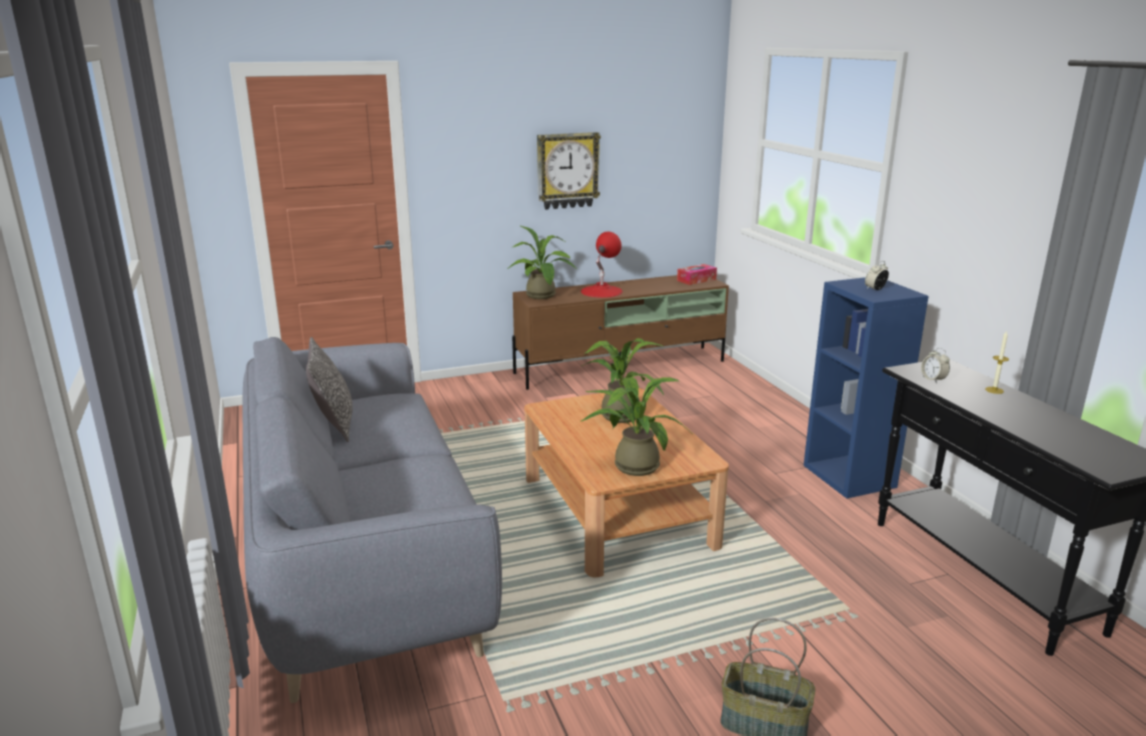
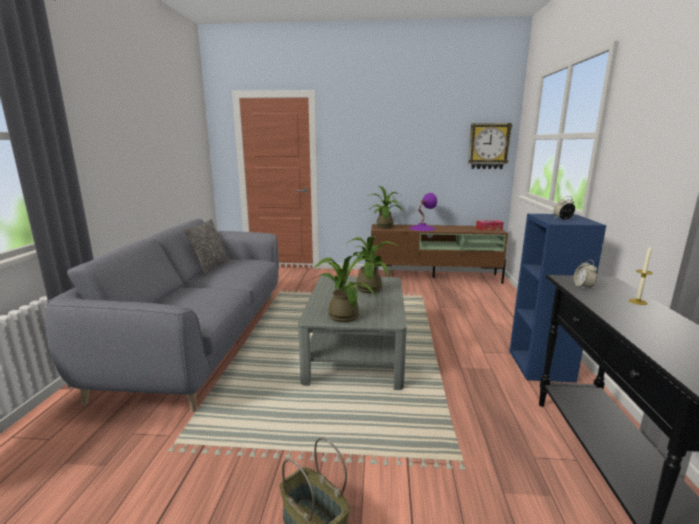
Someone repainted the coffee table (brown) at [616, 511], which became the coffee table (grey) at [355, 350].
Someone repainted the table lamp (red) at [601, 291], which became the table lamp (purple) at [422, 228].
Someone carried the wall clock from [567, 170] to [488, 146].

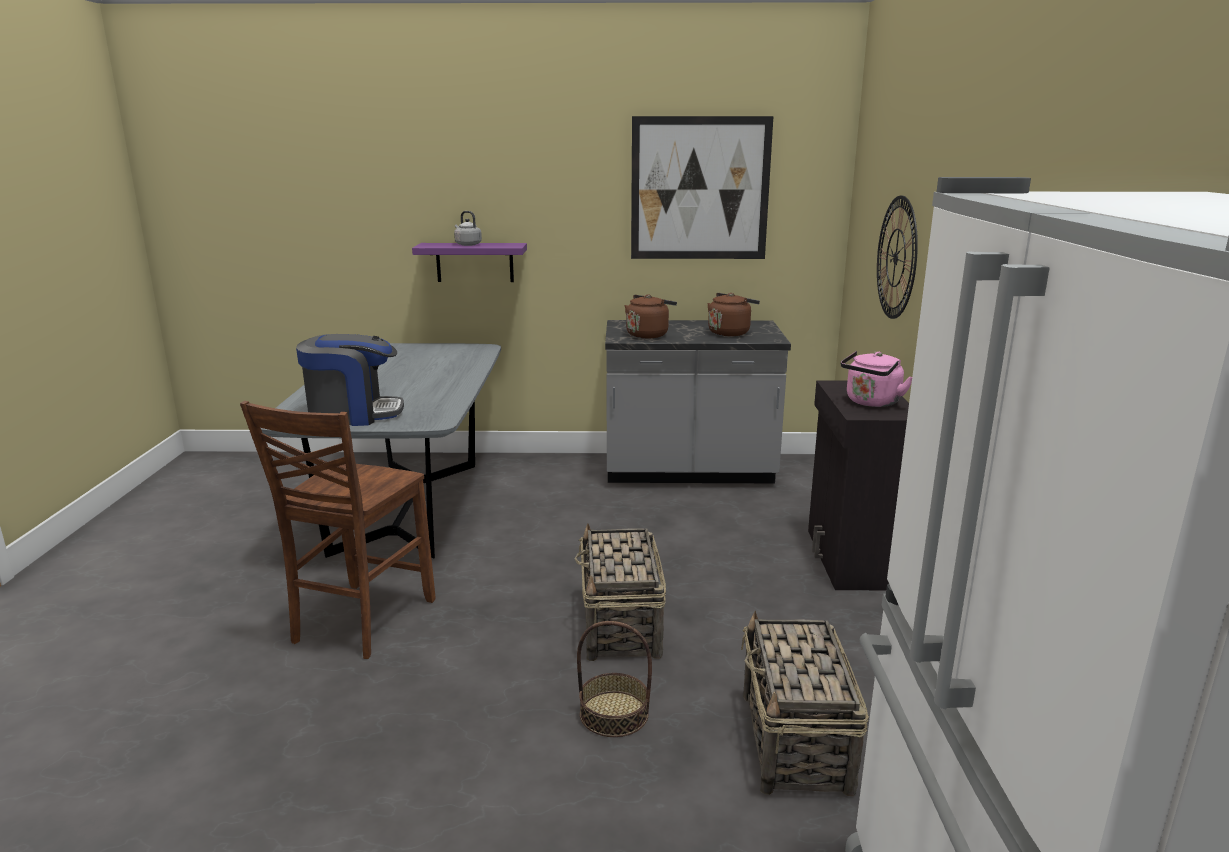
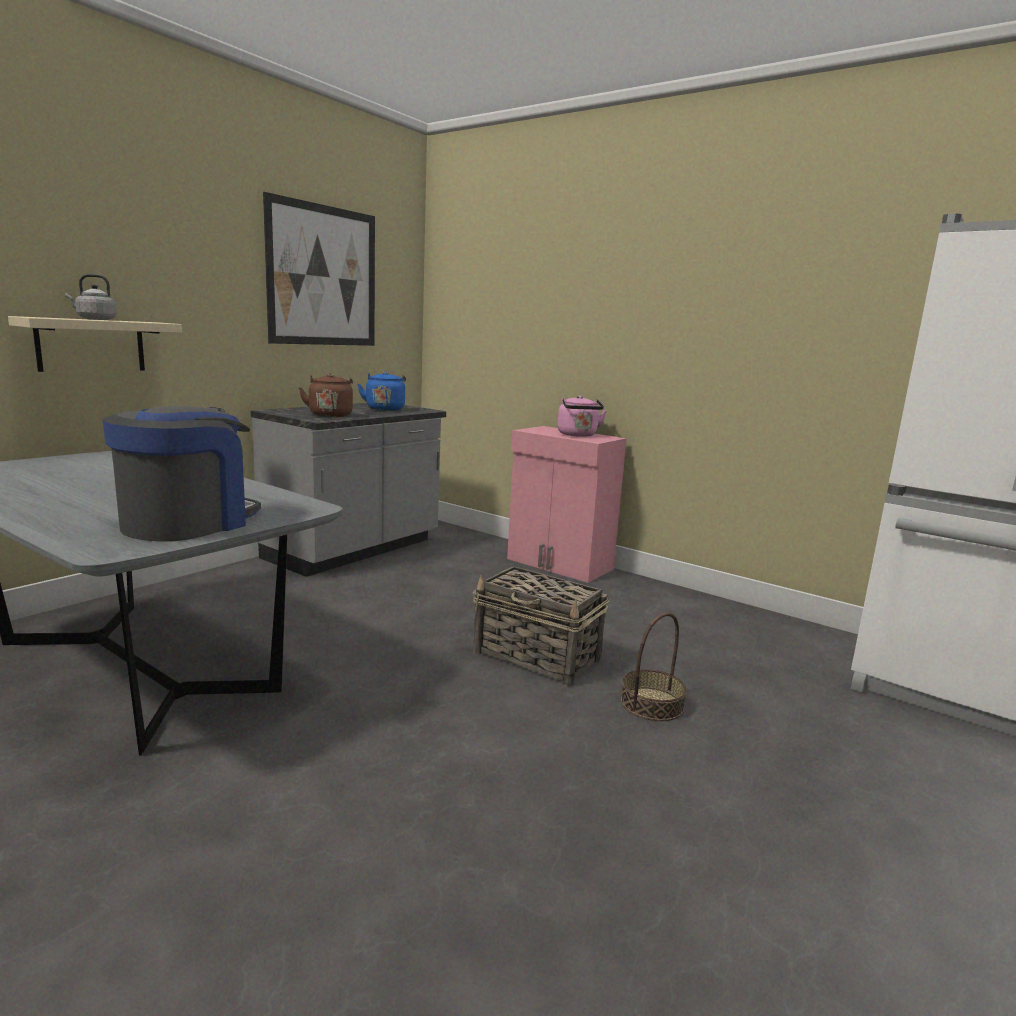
Someone repainted the shelf (purple) at [474, 262], which became the shelf (beige) at [91, 345].
Someone repainted the kettle (brown) at [730, 332], which became the kettle (blue) at [385, 409].
Someone repainted the cabinet (black) at [850, 559], which became the cabinet (pink) at [559, 564].
Someone took away the chair (brown) at [360, 621].
Someone took away the basket at [795, 743].
Someone took away the wall clock at [896, 258].

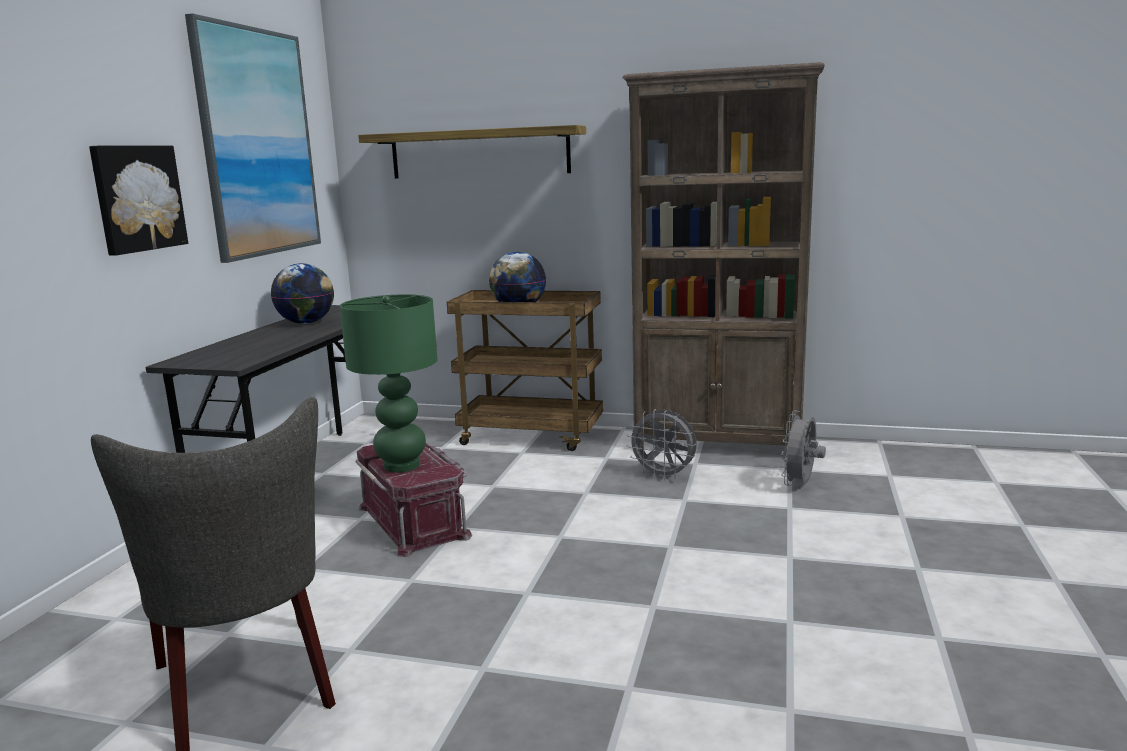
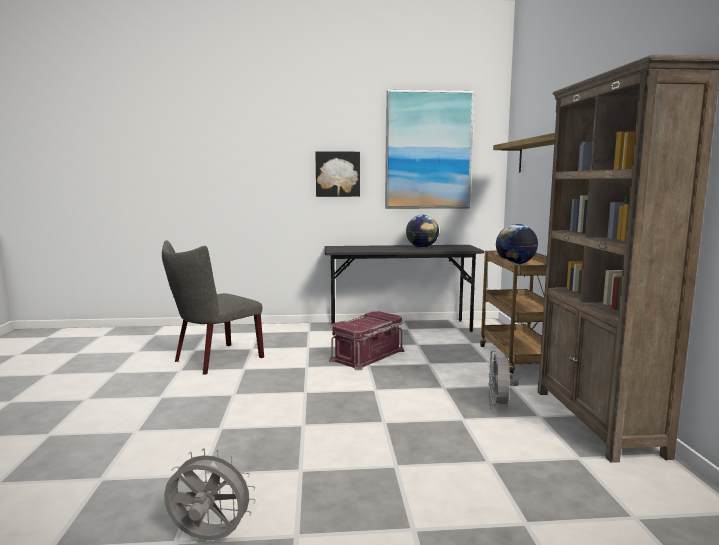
Someone carried the fan (grey) from [800, 484] to [208, 539].
Someone took away the table lamp (green) at [401, 465].

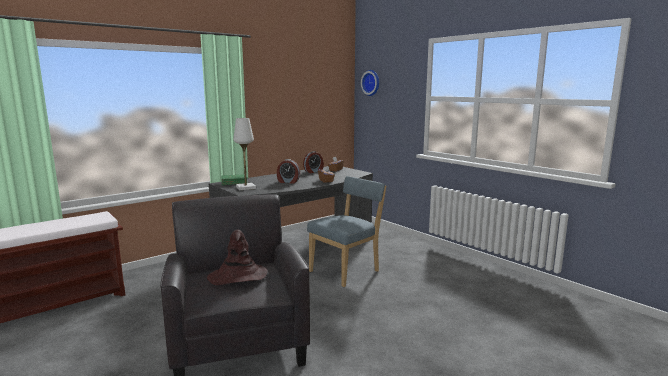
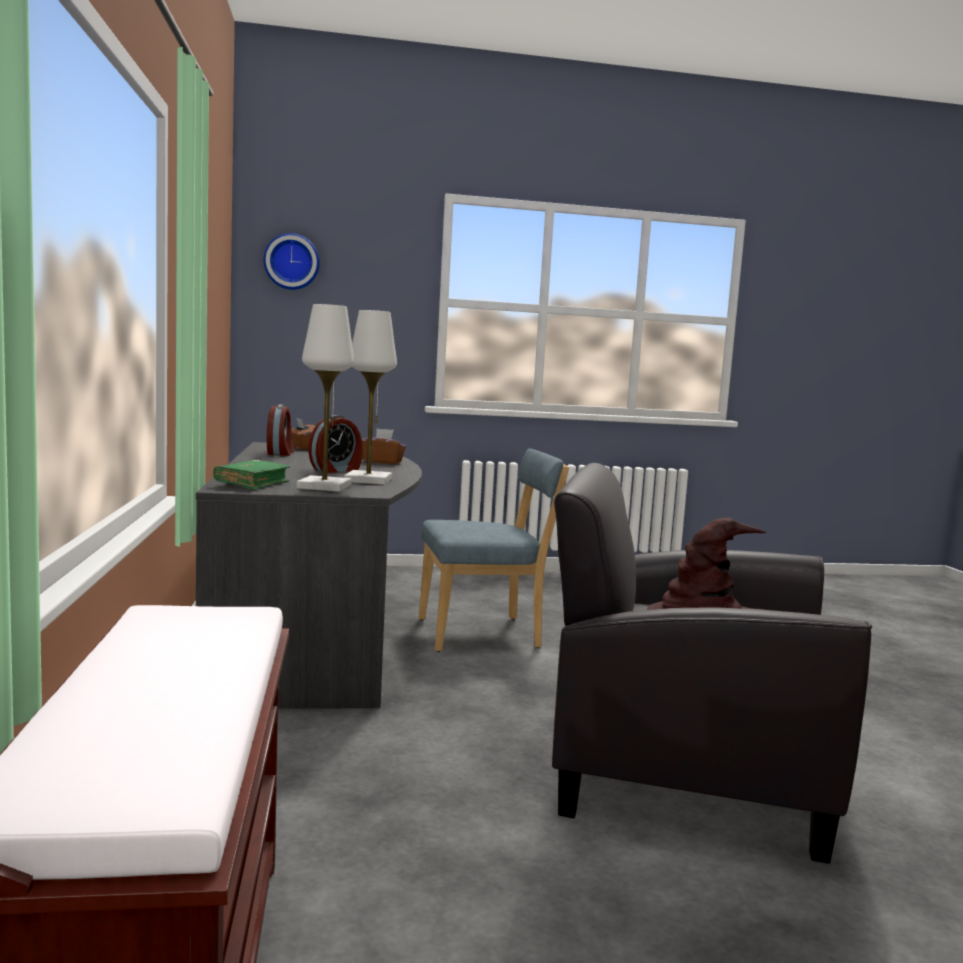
Someone put down the table lamp (white) at [368, 480].
Someone rotated the chair (blue) at [347, 271] by 90 degrees clockwise.

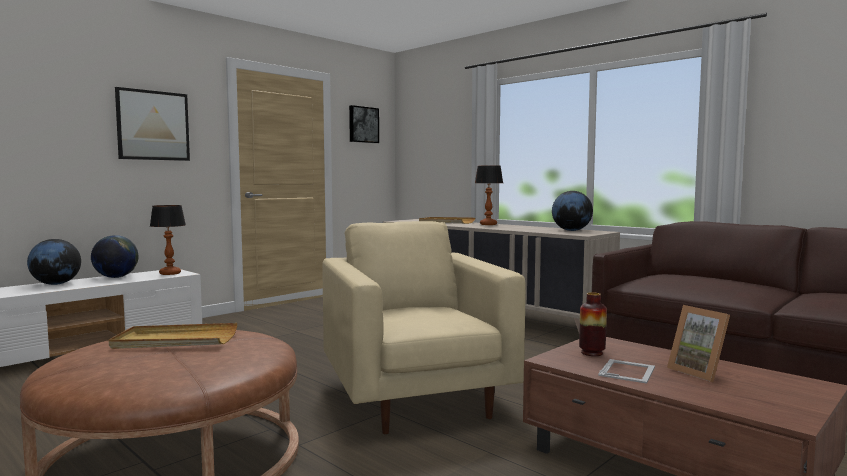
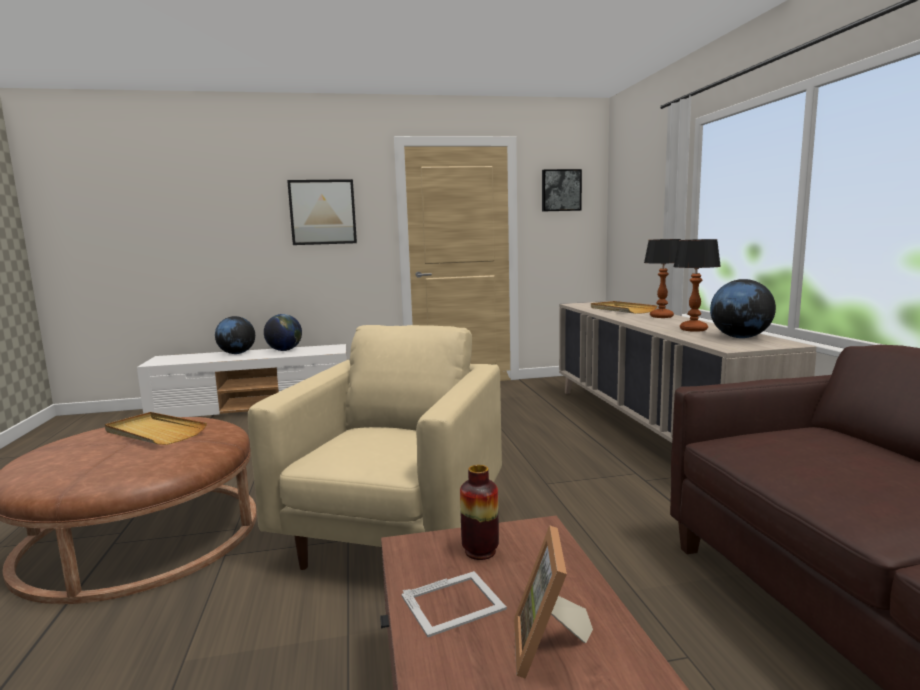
Someone carried the table lamp from [170, 273] to [694, 329].

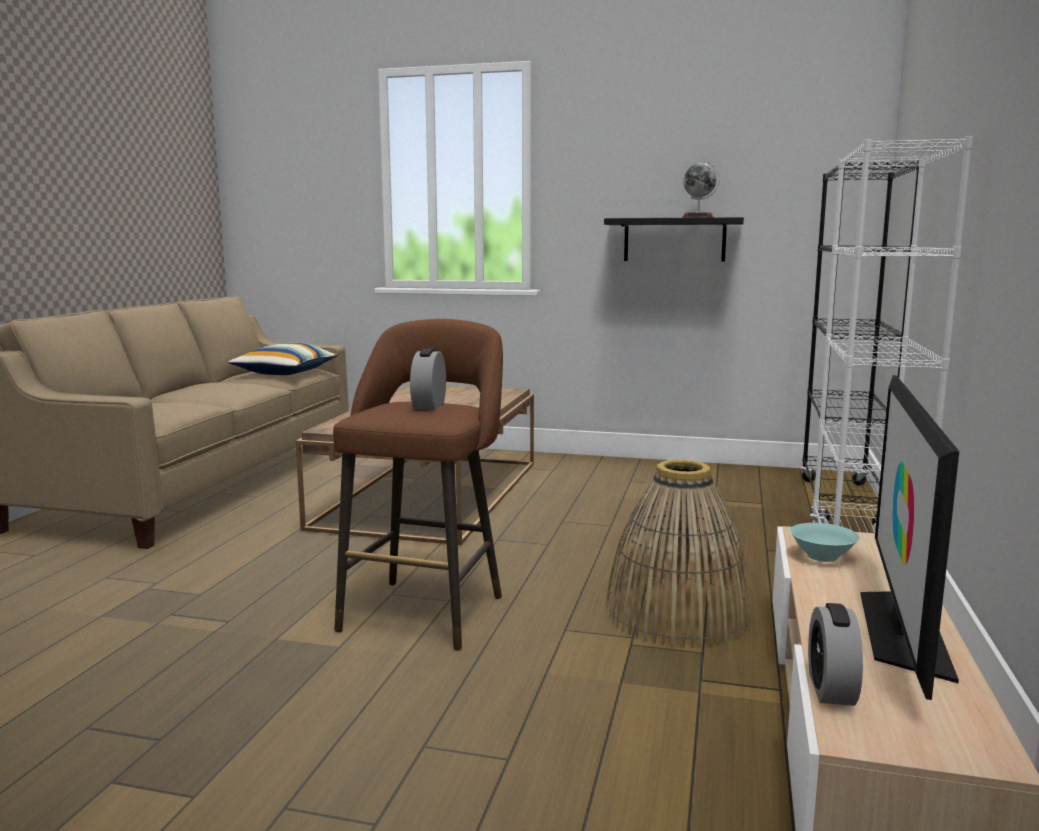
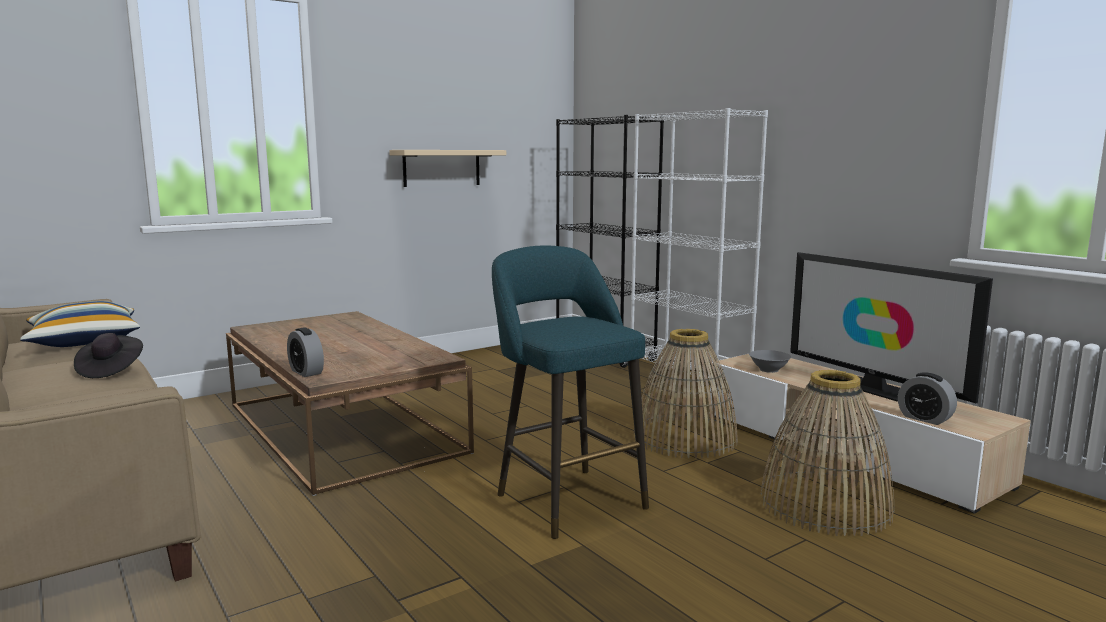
Someone put down the hat (black) at [110, 370].
Someone carried the alarm clock from [429, 405] to [306, 372].
Someone repainted the shelf (black) at [674, 240], which became the shelf (beige) at [441, 168].
Someone repainted the stool (brown) at [426, 609], which became the stool (turquoise) at [566, 498].
Someone repainted the bowl (turquoise) at [822, 556], which became the bowl (grey) at [768, 370].
Someone put down the basket at [825, 504].
Someone took away the globe at [698, 217].

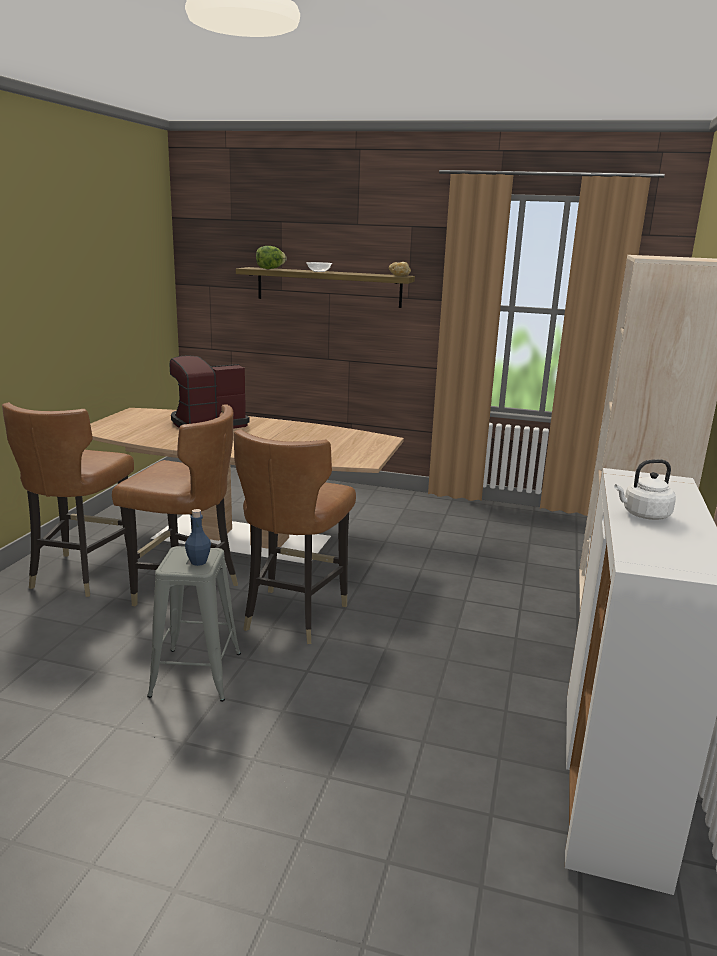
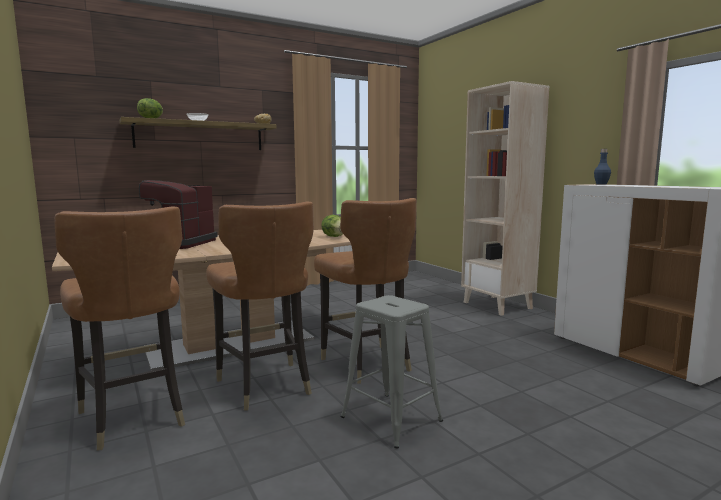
Someone rotated the chair (brown) at [185, 592] by 90 degrees clockwise.
Someone put down the lettuce at [334, 237].
Someone carried the bottle (blue) from [198, 562] to [601, 184].
Someone took away the kettle (white) at [643, 515].

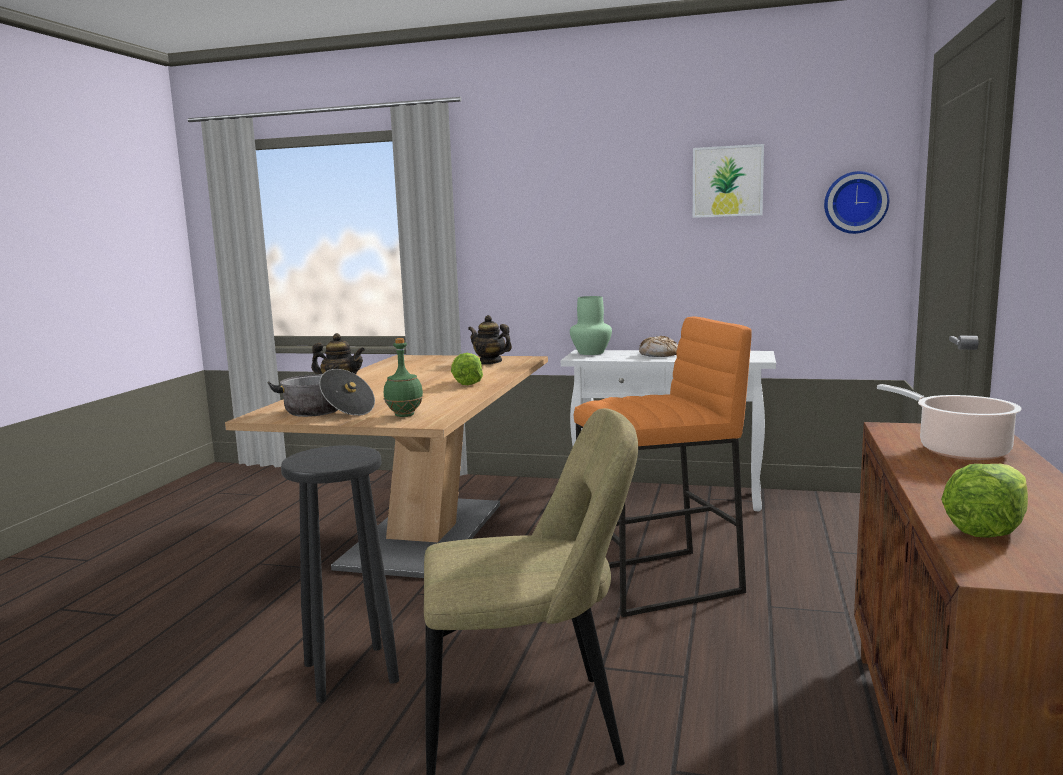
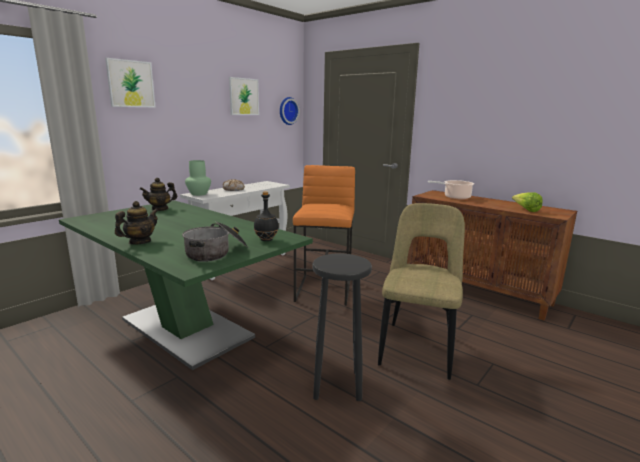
Someone repainted the dining table (brown) at [423, 535], which became the dining table (green) at [186, 328].
Someone put up the picture at [131, 84].
Someone repainted the bottle (green) at [404, 415], which became the bottle (black) at [266, 240].
Someone took away the lettuce at [468, 382].

